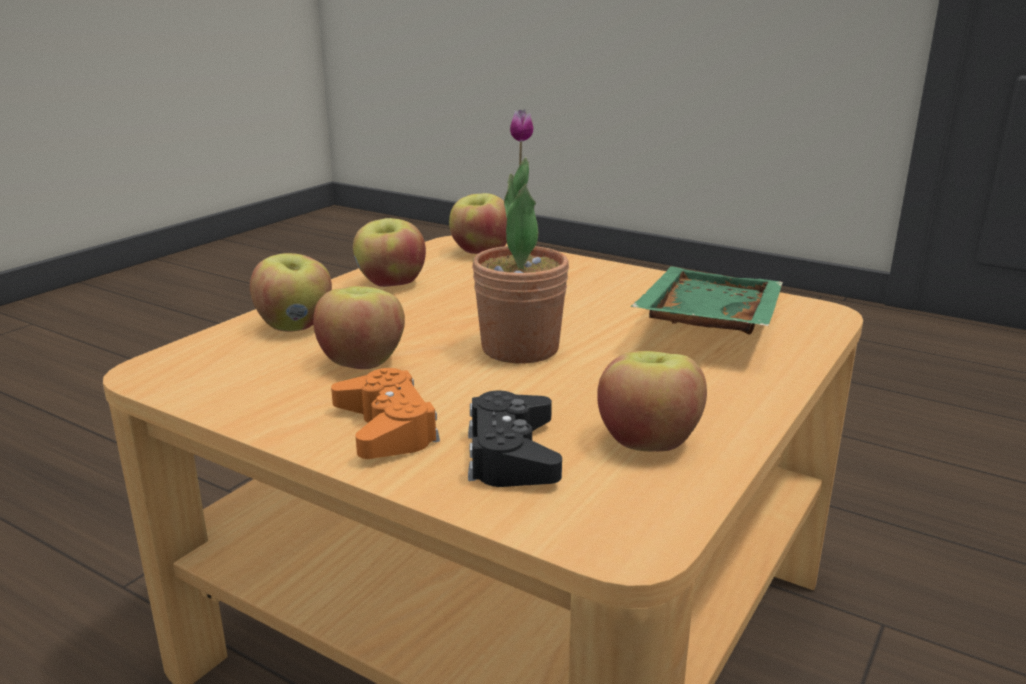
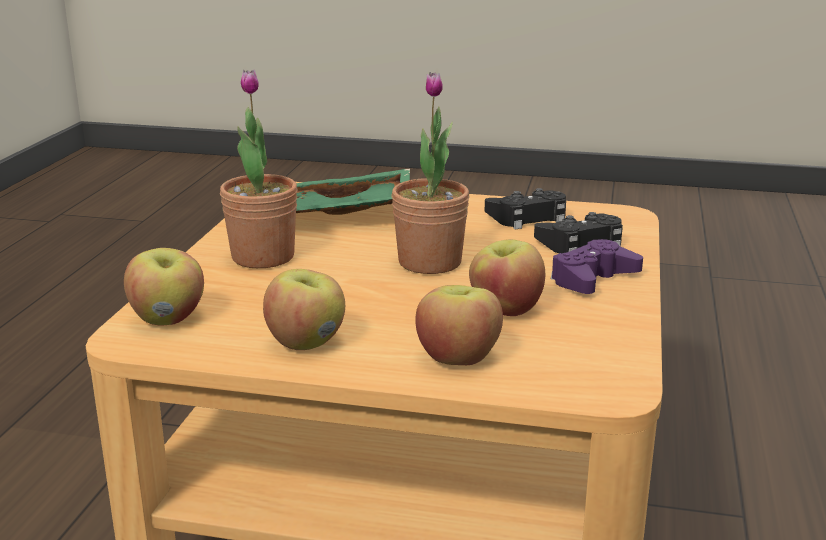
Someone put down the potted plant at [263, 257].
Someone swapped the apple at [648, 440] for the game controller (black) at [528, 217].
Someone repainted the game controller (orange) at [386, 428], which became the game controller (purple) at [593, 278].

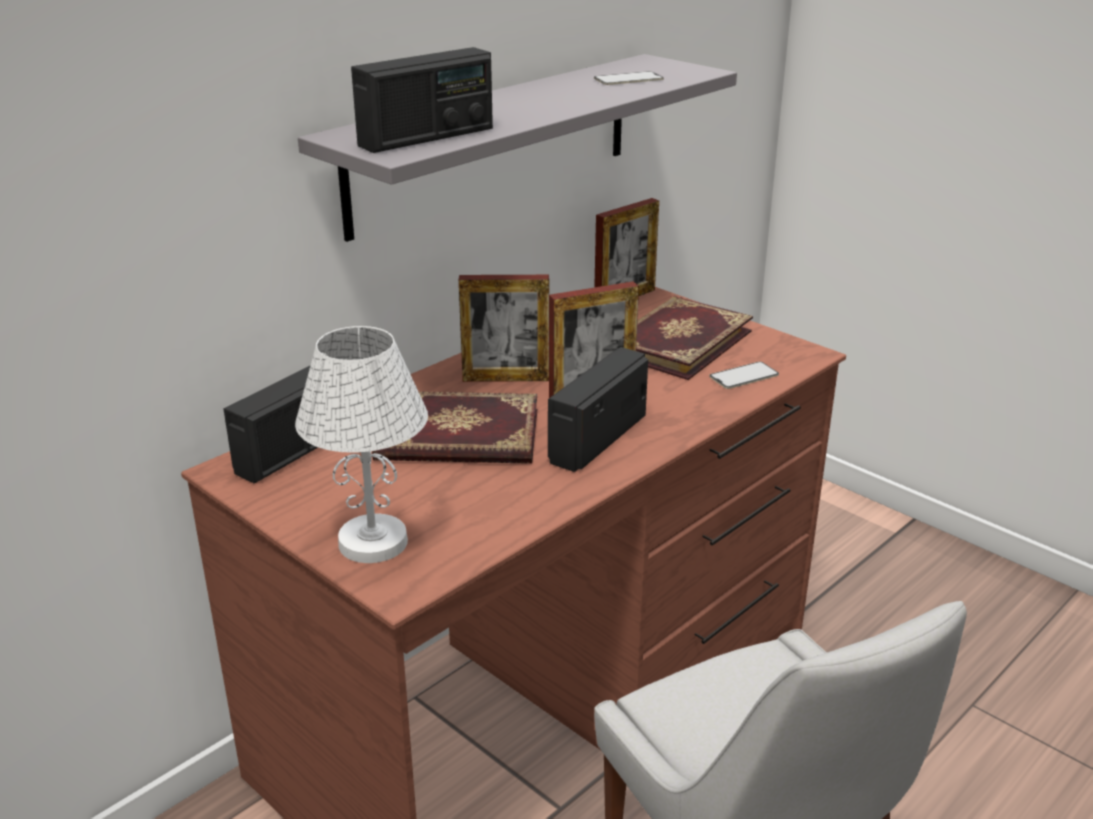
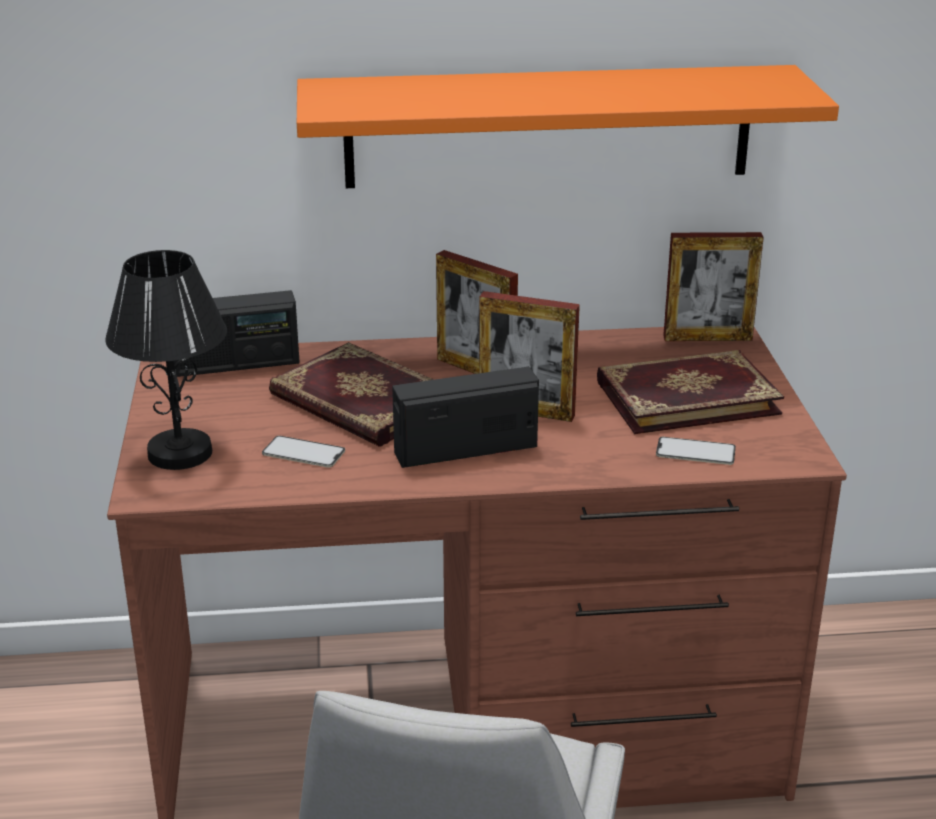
Someone repainted the table lamp (white) at [373, 543], which became the table lamp (black) at [179, 453].
Someone carried the phone from [628, 79] to [303, 452].
Someone repainted the shelf (grey) at [494, 142], which became the shelf (orange) at [548, 126].
Someone took away the radio at [427, 137].

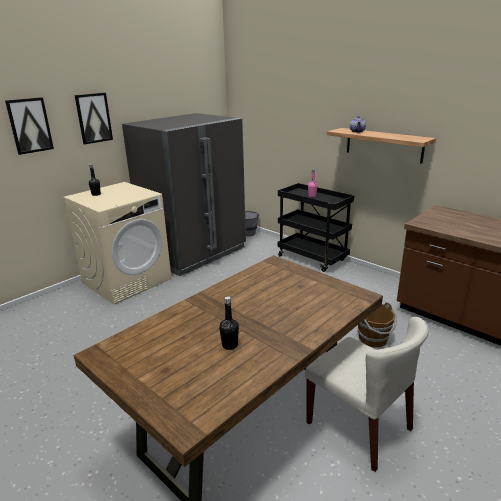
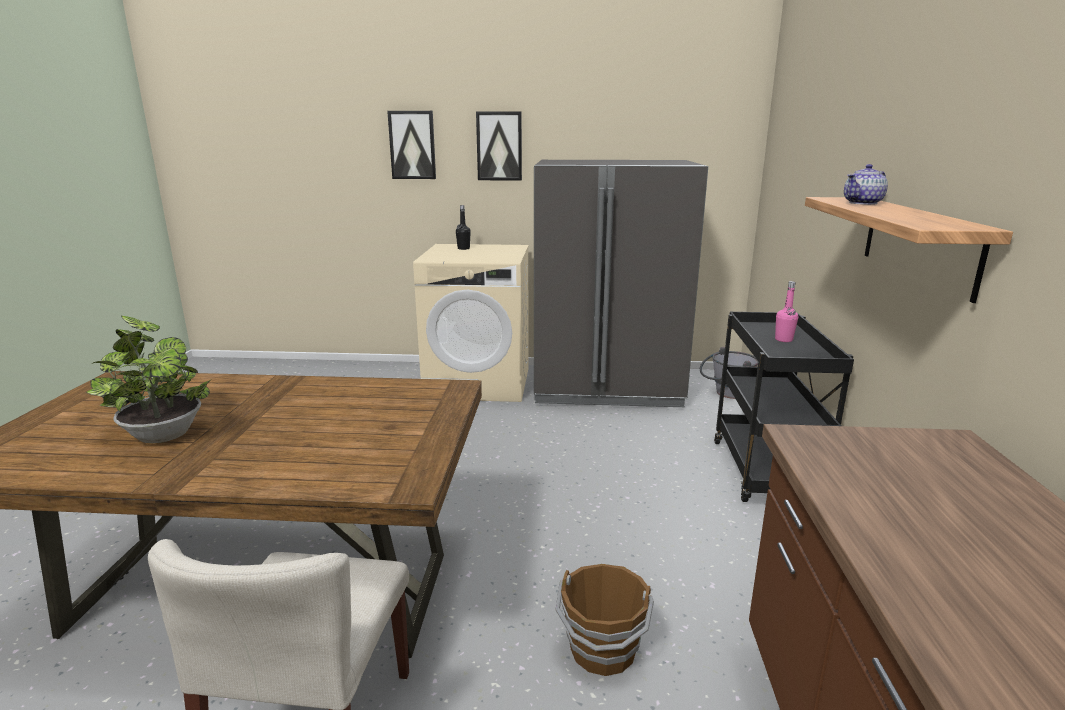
Someone swapped the bottle (black) at [230, 345] for the potted plant at [162, 434].

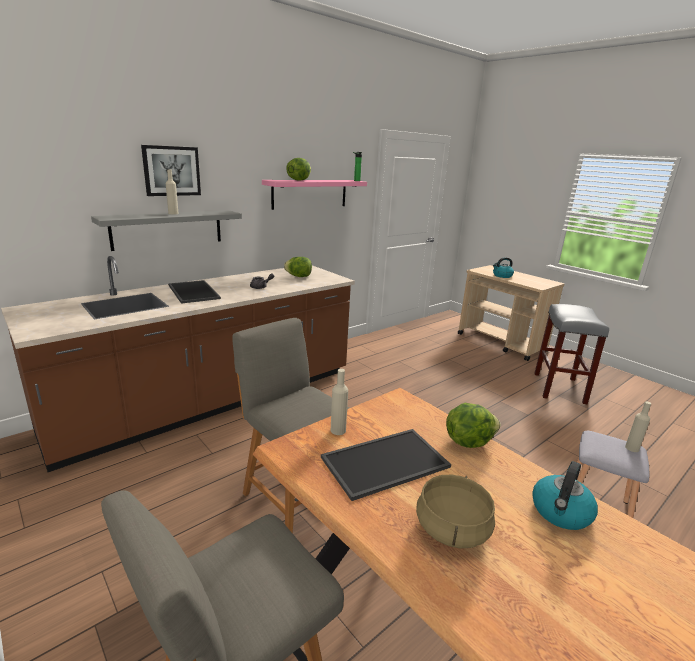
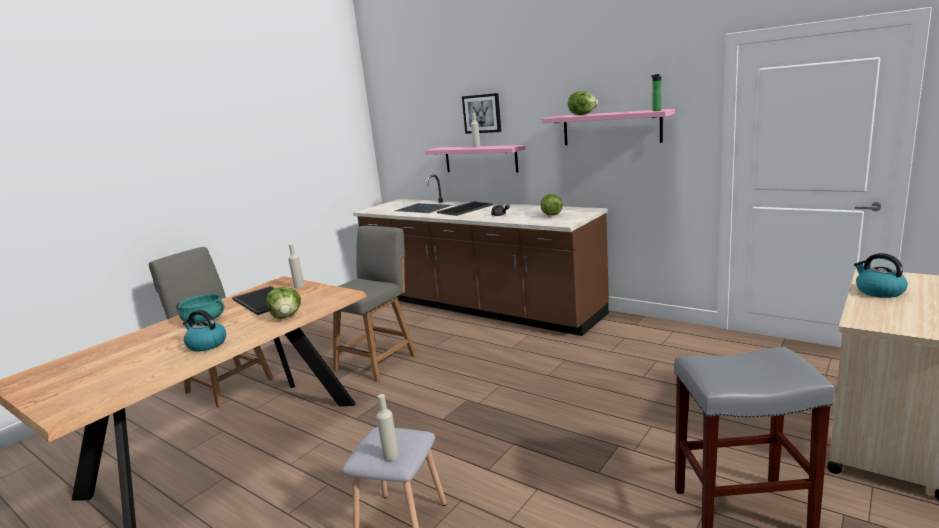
Someone repainted the cooking pot (beige) at [452, 529], which became the cooking pot (turquoise) at [204, 320].
Someone repainted the shelf (grey) at [168, 229], which became the shelf (pink) at [480, 159].

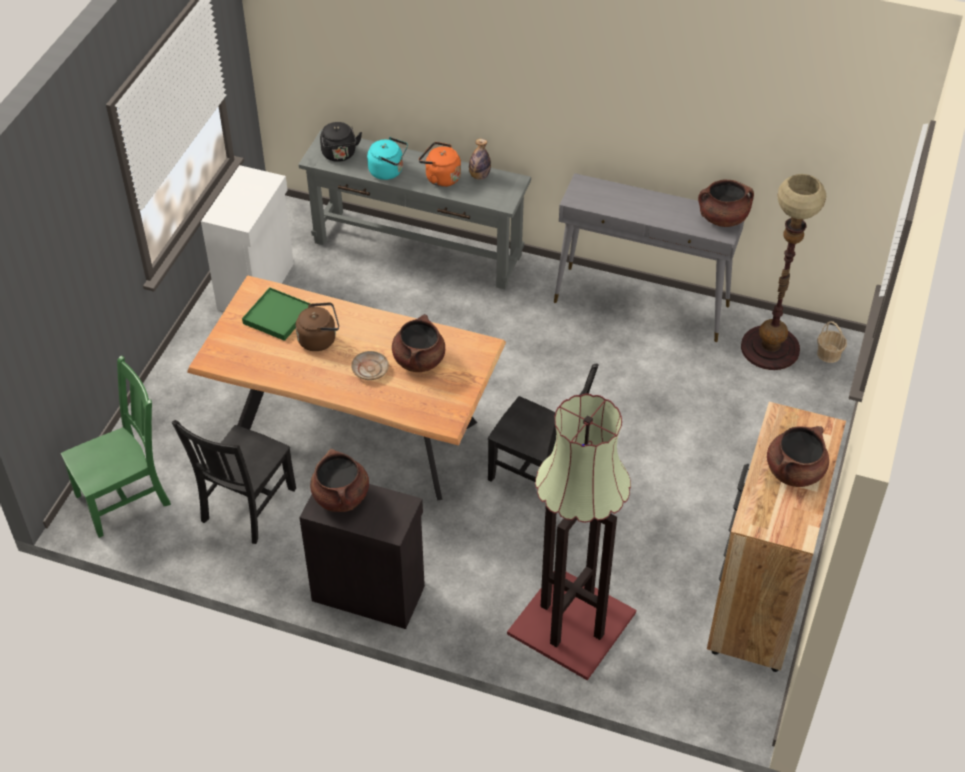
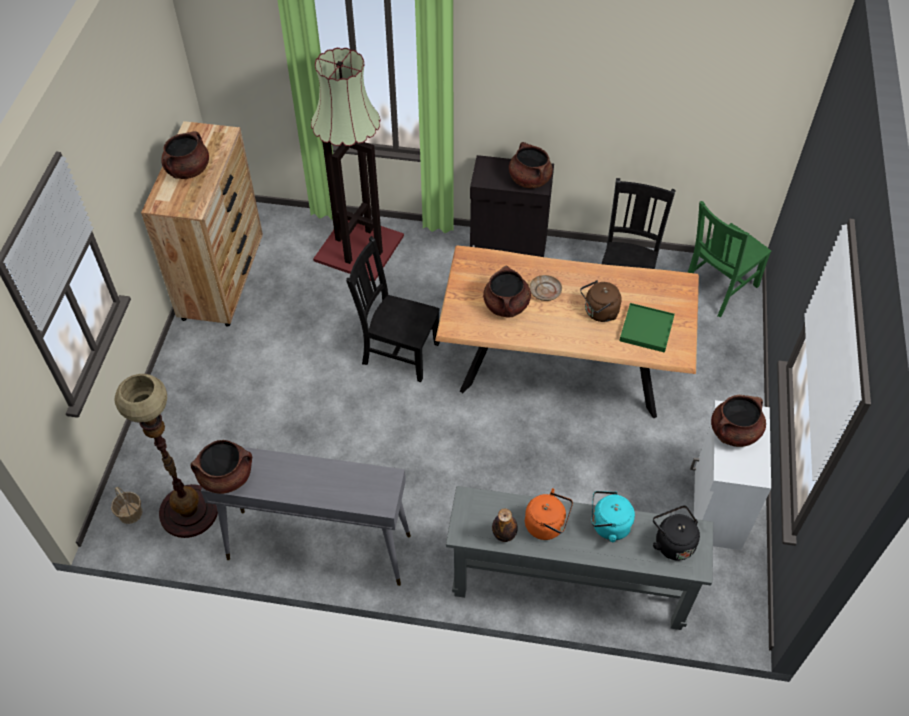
Someone put down the cooking pot (brown) at [734, 432].

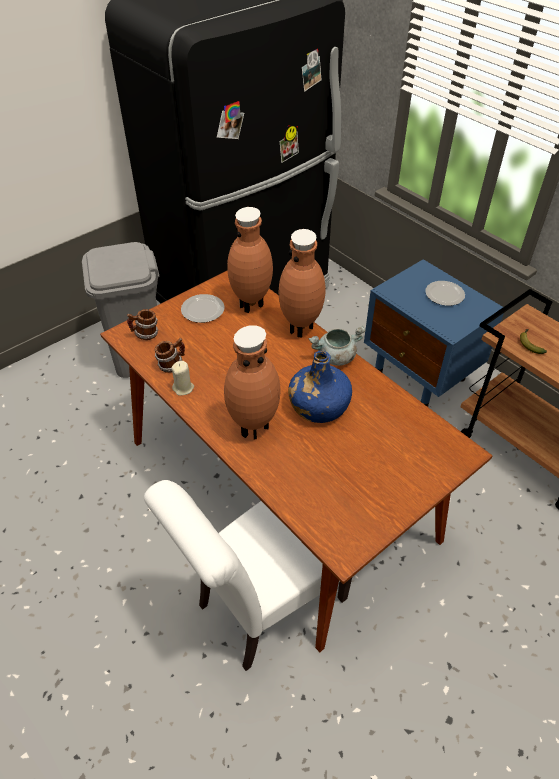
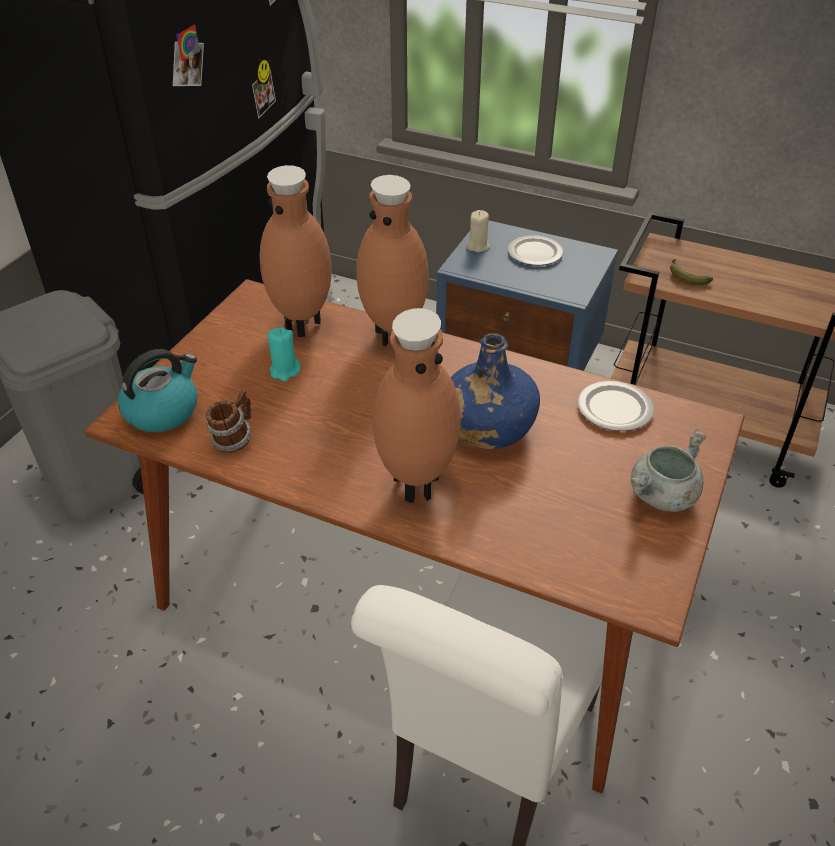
Someone swapped the mug at [145, 335] for the kettle at [162, 411].
Someone put down the candle (turquoise) at [285, 371].
Someone carried the candle (beige) from [183, 388] to [477, 246].
Someone carried the plate from [202, 309] to [613, 408].
Someone carried the cooking pot (grey) from [336, 357] to [662, 497].

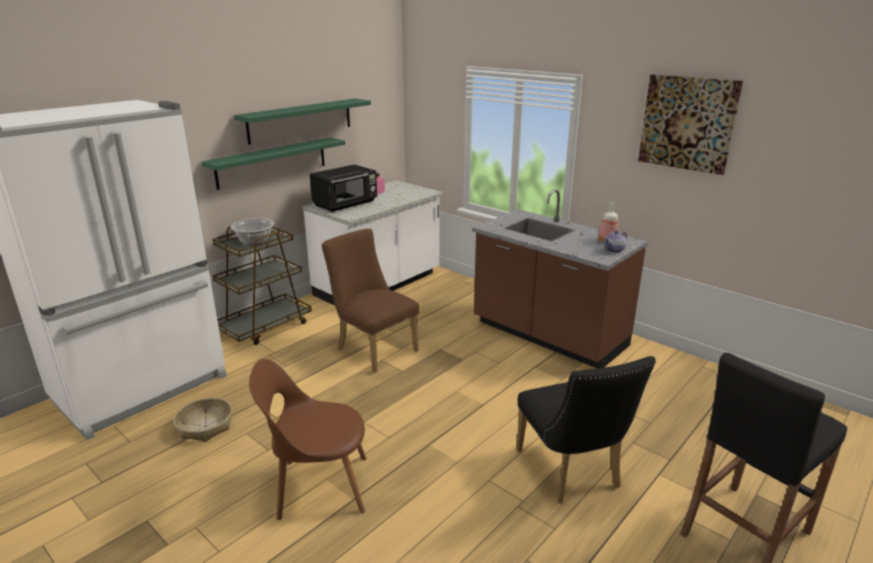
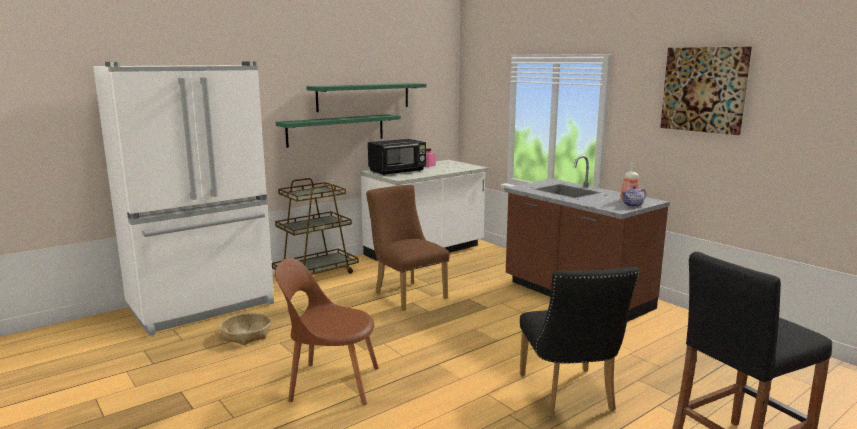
Someone took away the cooking pot at [254, 240].

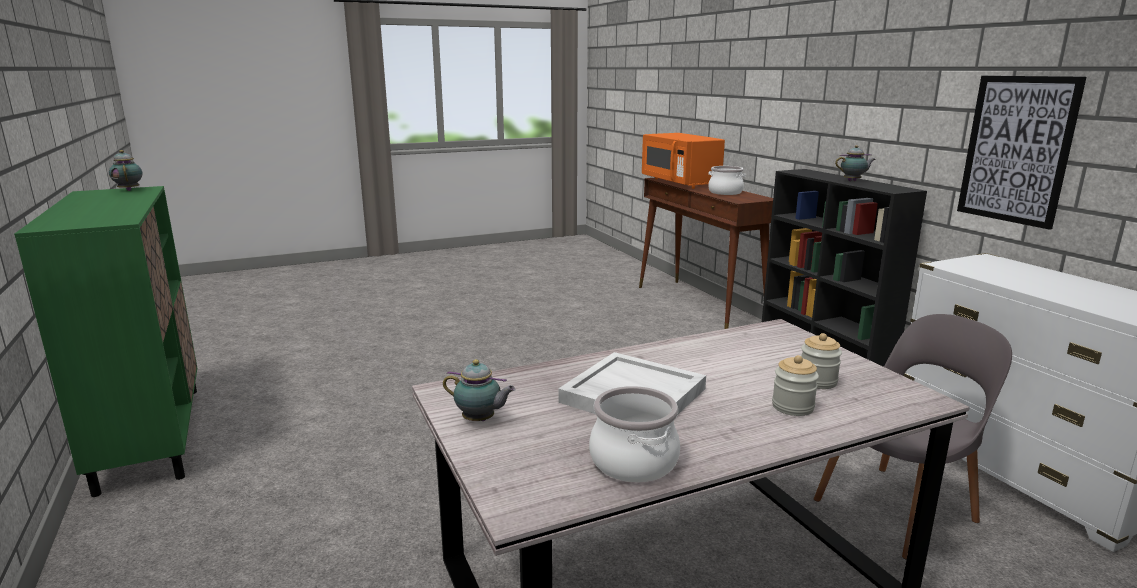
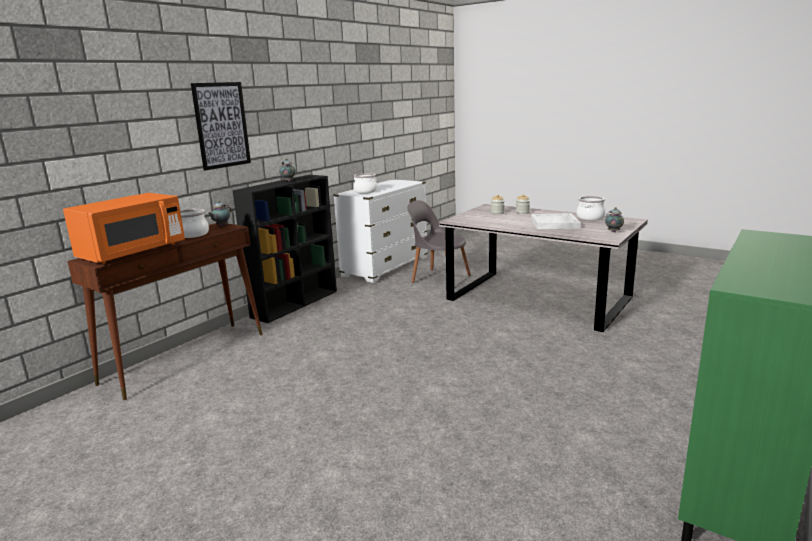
Someone carried the picture from [1017, 150] to [221, 125].
Someone carried the teapot from [129, 190] to [221, 225].
Someone put down the cooking pot at [365, 191].

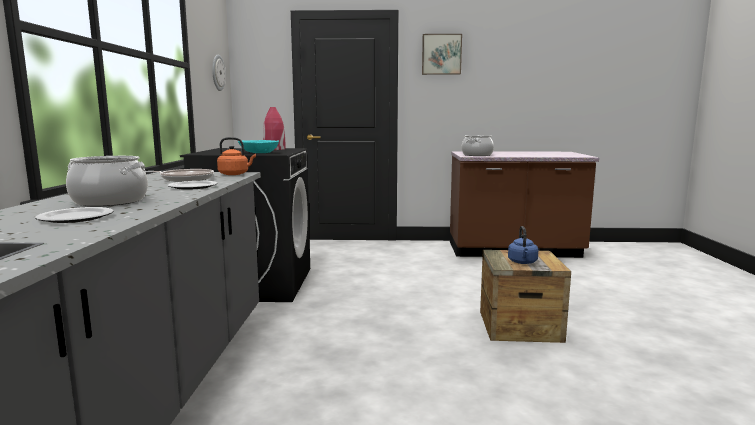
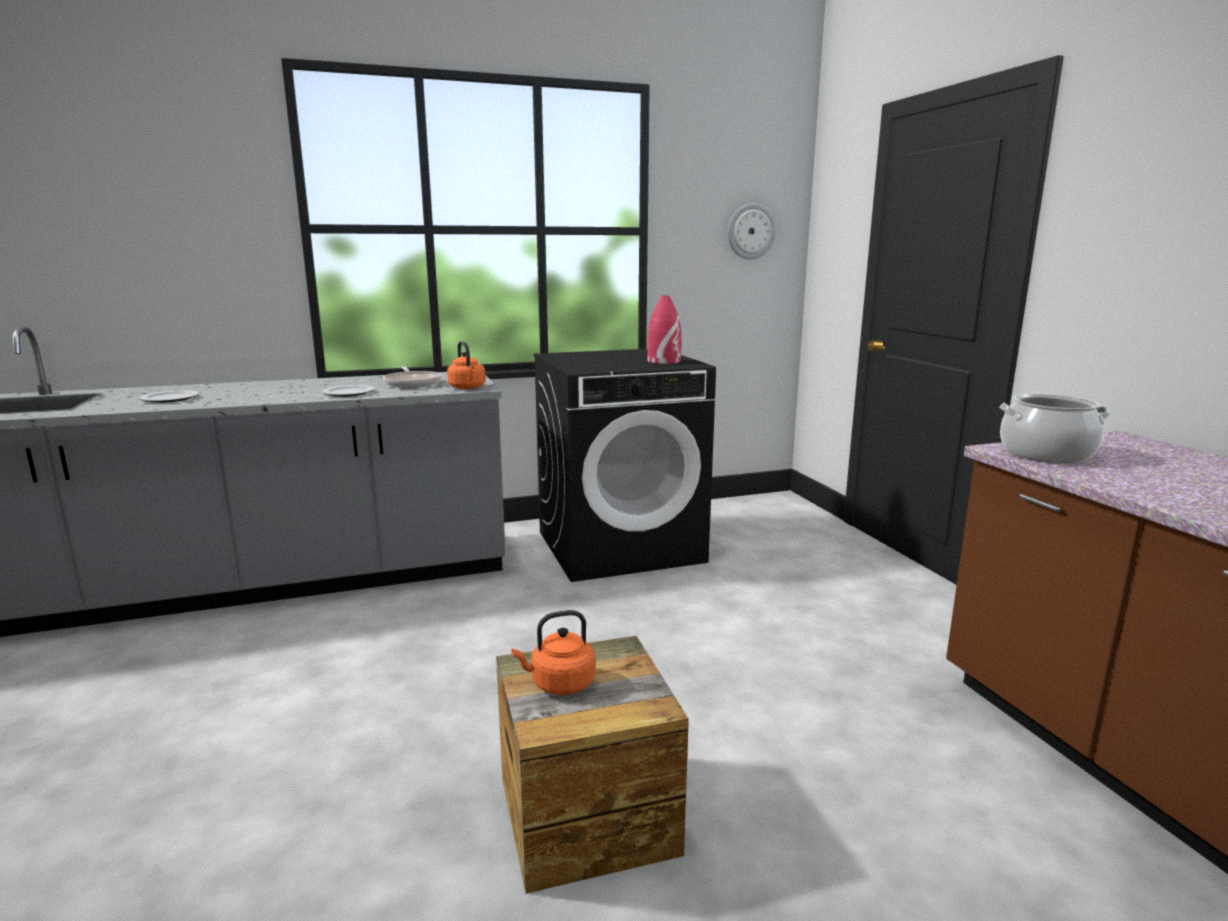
Someone repainted the kettle (blue) at [522, 262], which became the kettle (orange) at [559, 684].
Someone took away the cooking pot at [109, 201].
Someone took away the bowl (turquoise) at [258, 153].
Someone took away the picture at [441, 54].

